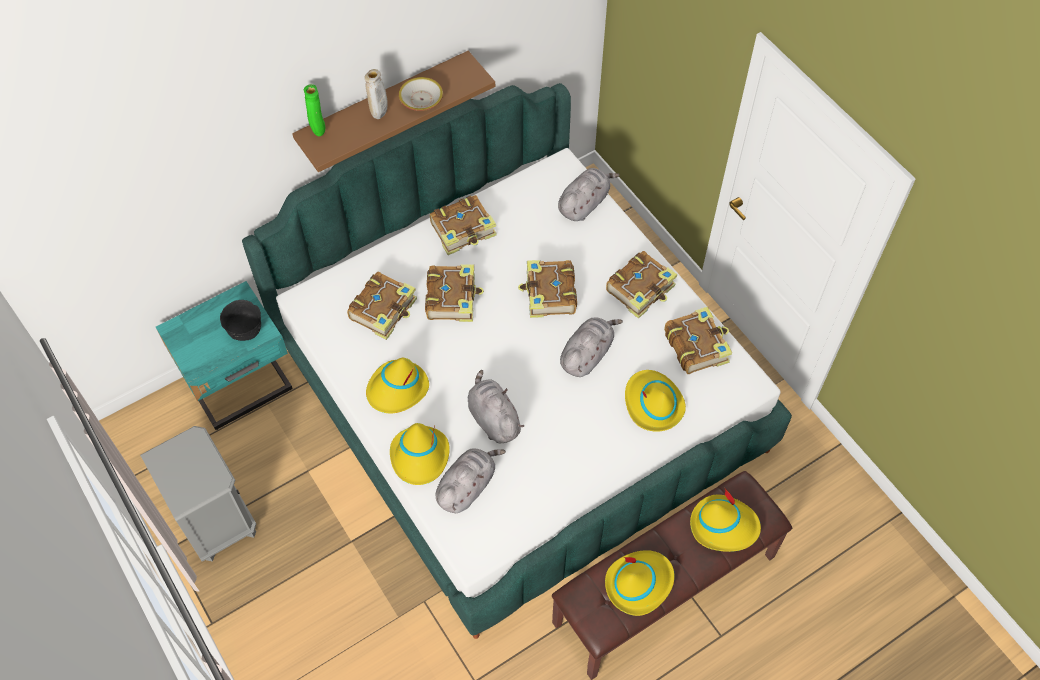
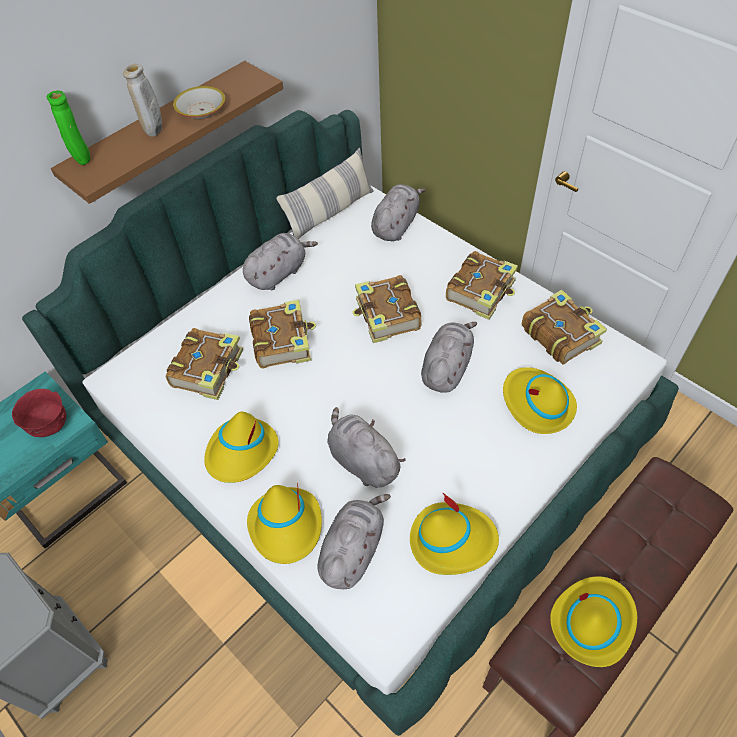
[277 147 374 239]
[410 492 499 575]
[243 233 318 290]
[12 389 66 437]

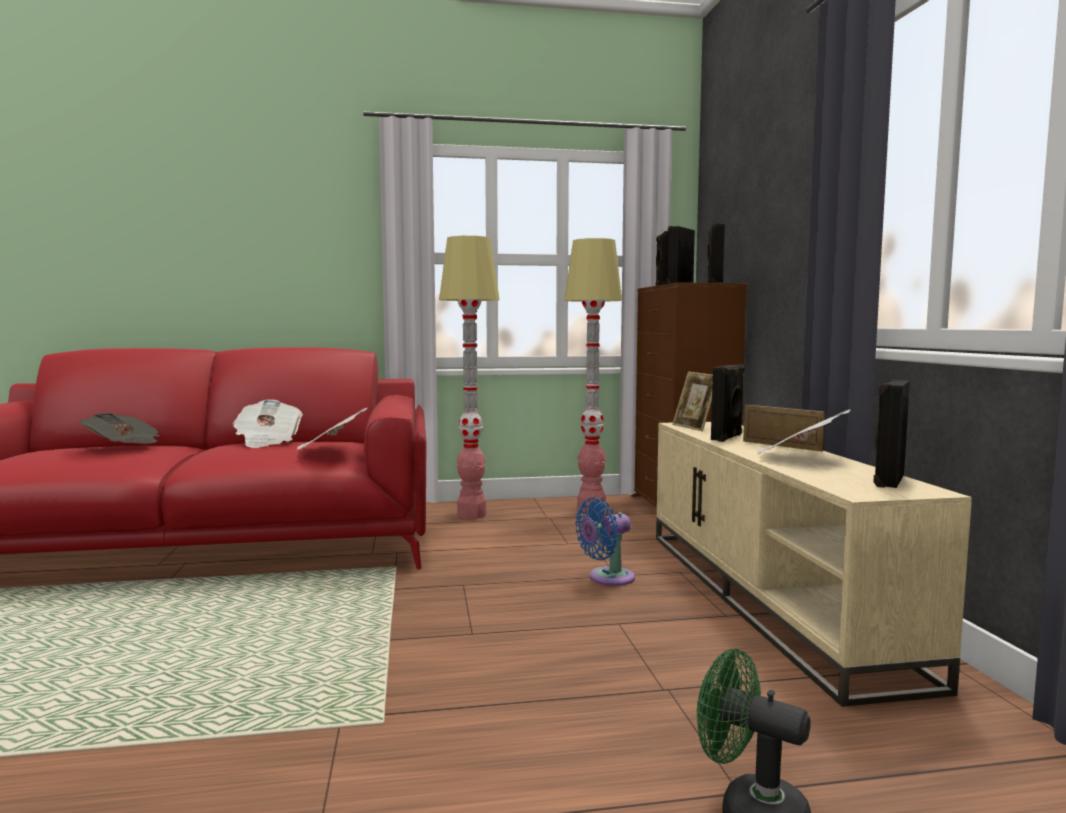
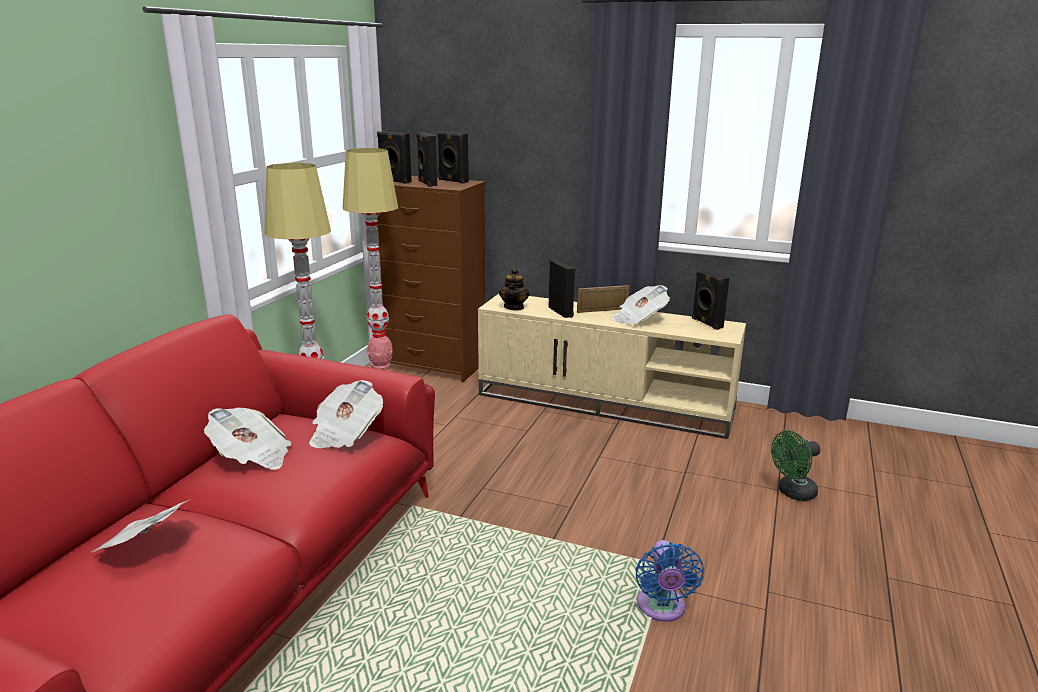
[635 540 704 622]
[499 268 530 311]

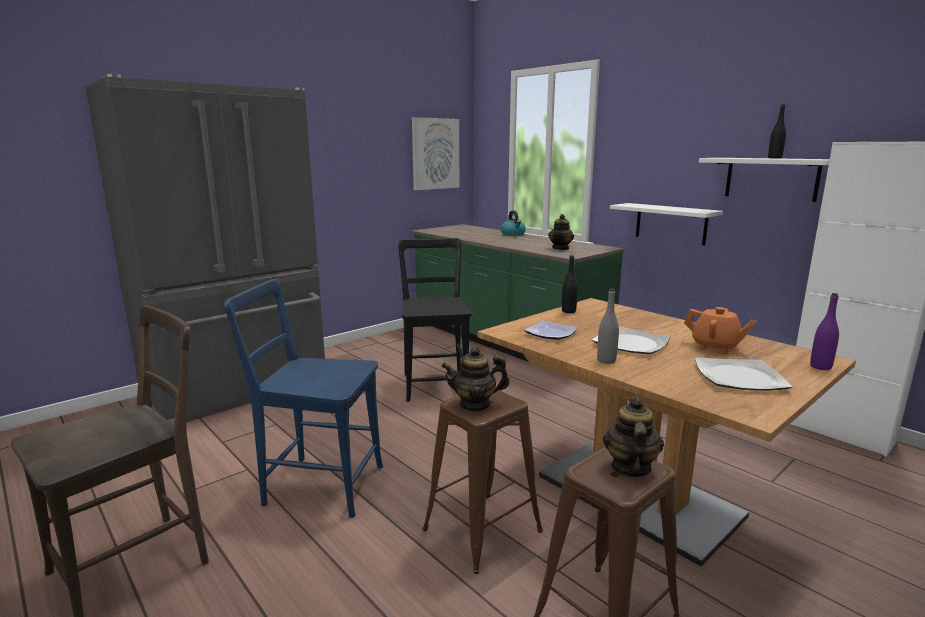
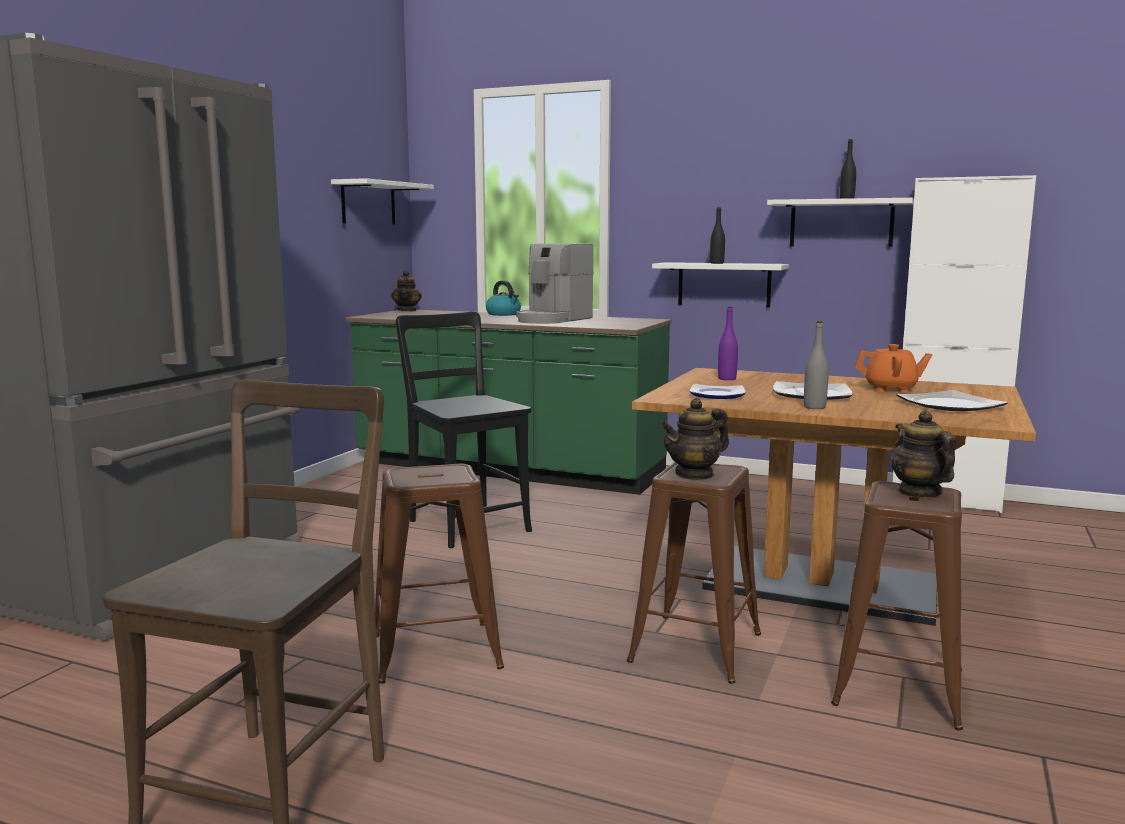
[516 243 593 324]
[391 270 422 311]
[710 207 725 264]
[718 307 738 380]
[375 464 504 683]
[331 178 434 224]

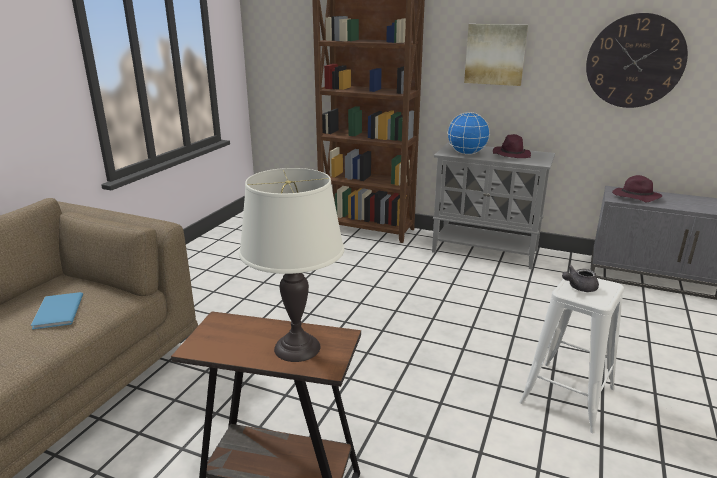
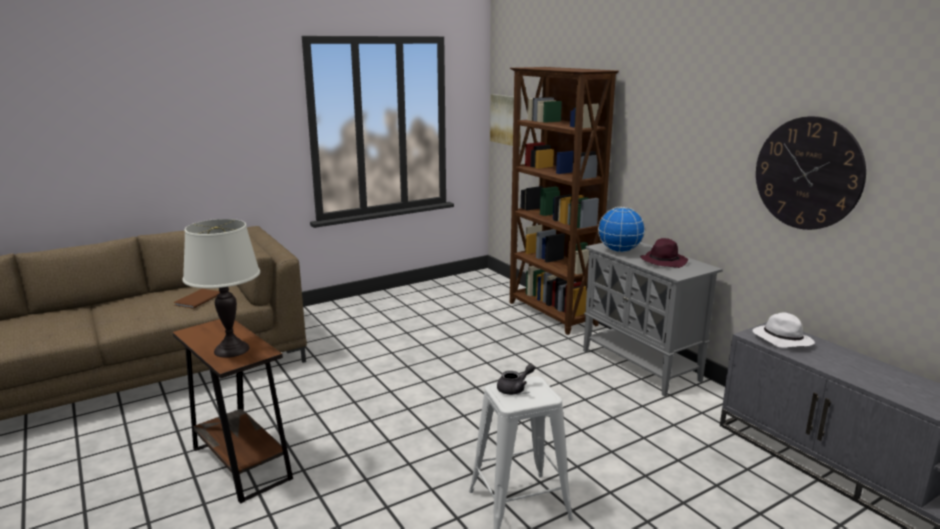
[490 94 522 147]
[174 289 220 309]
[752 312 815 348]
[497 364 535 395]

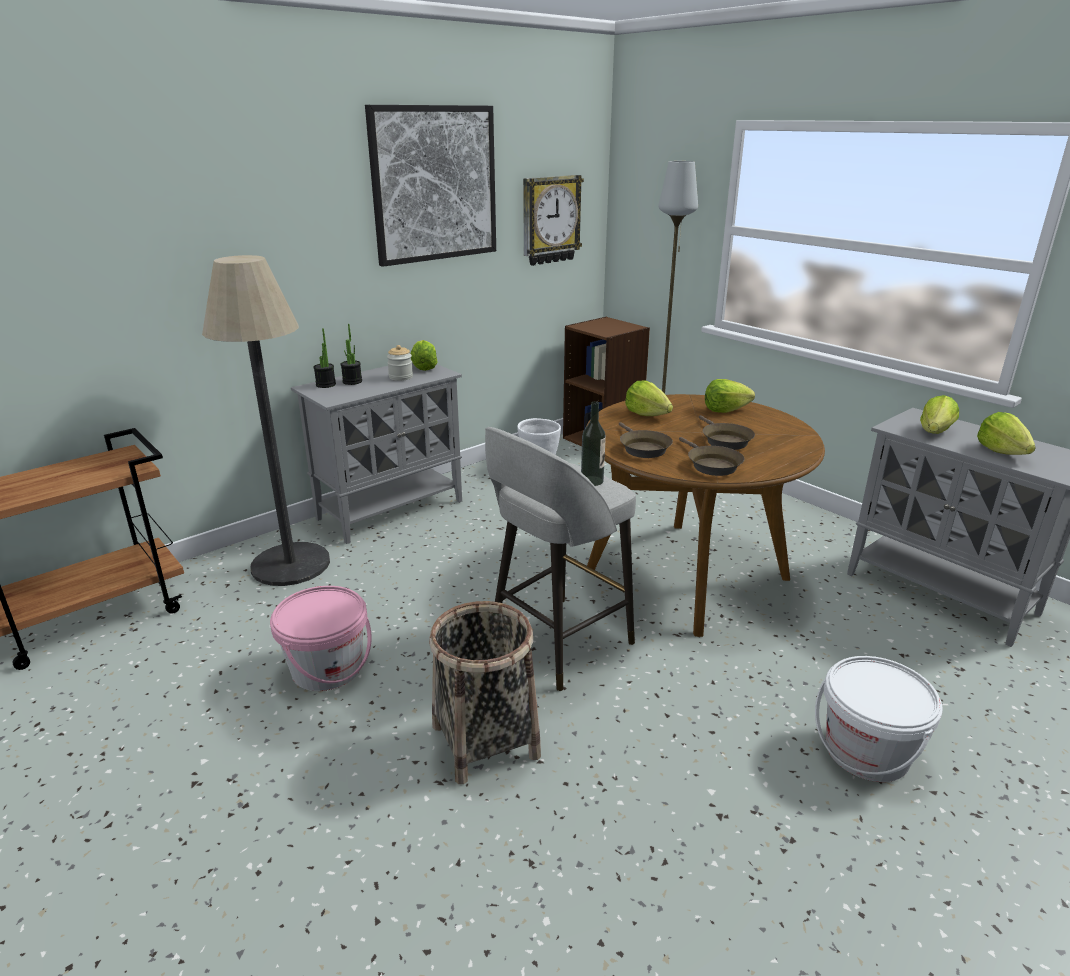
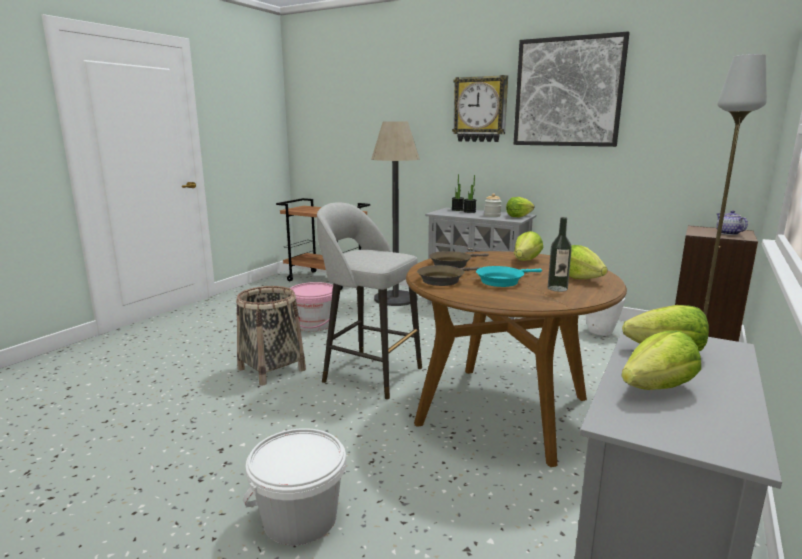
[717 210 748 235]
[452 75 508 142]
[548 217 572 292]
[476 266 542 287]

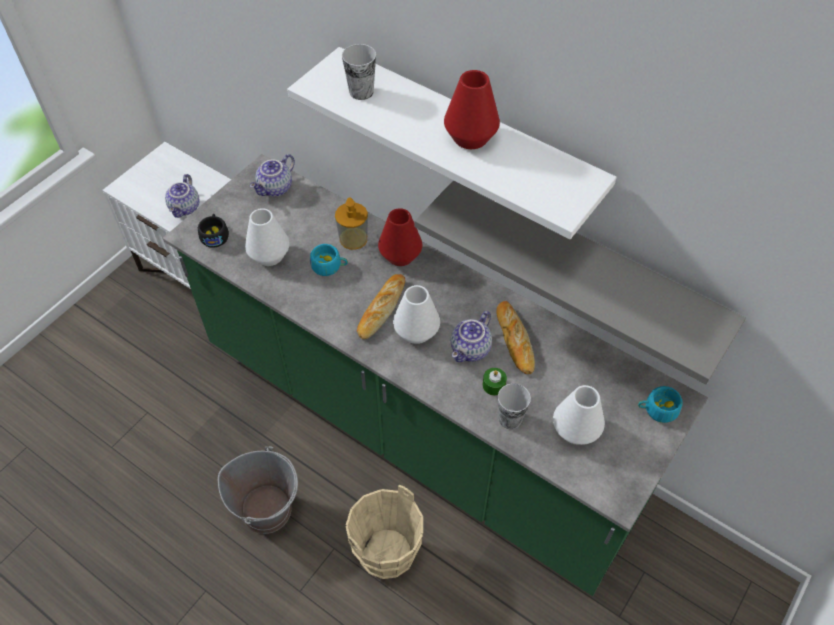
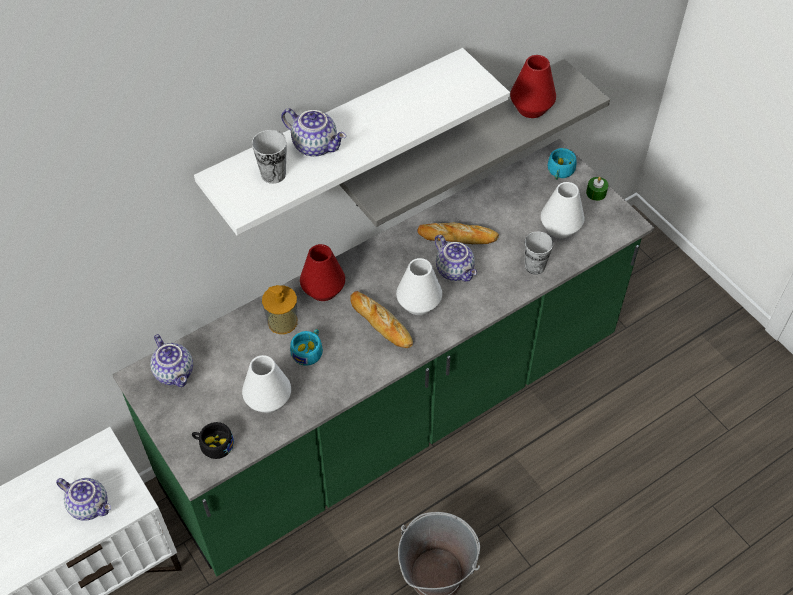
[346 485 423 579] (first image)
[281 108 346 157]
[510 55 556 118]
[586 177 608 201]

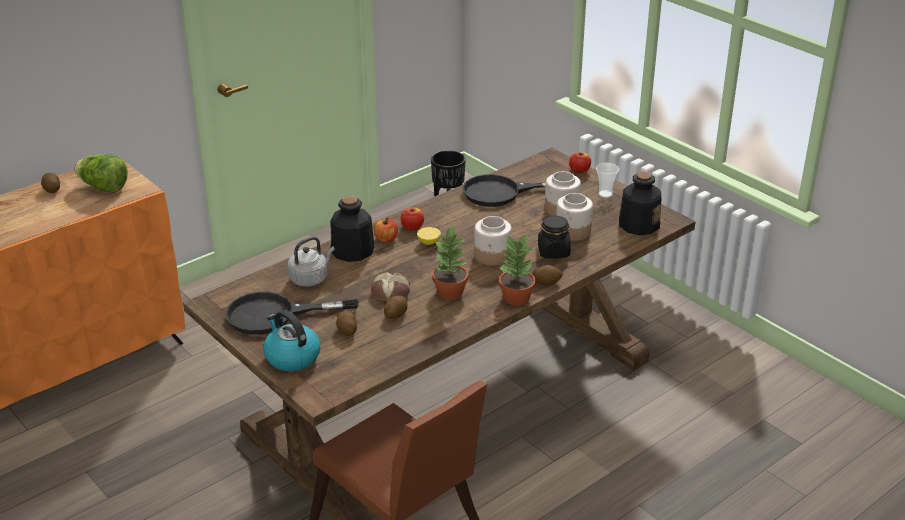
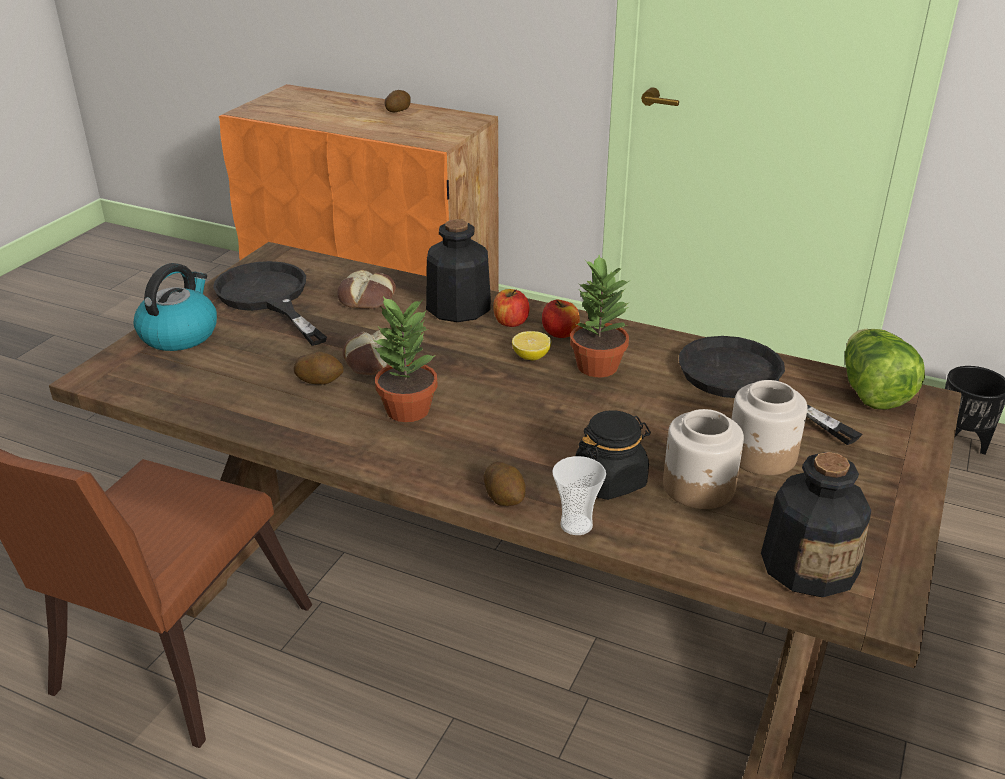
[336 311 357 336] (first image)
[474 216 512 266] (first image)
[569 152 591 173] (first image)
[845 329 925 410]
[570 255 631 377]
[552 456 606 535]
[337 269 396 309]

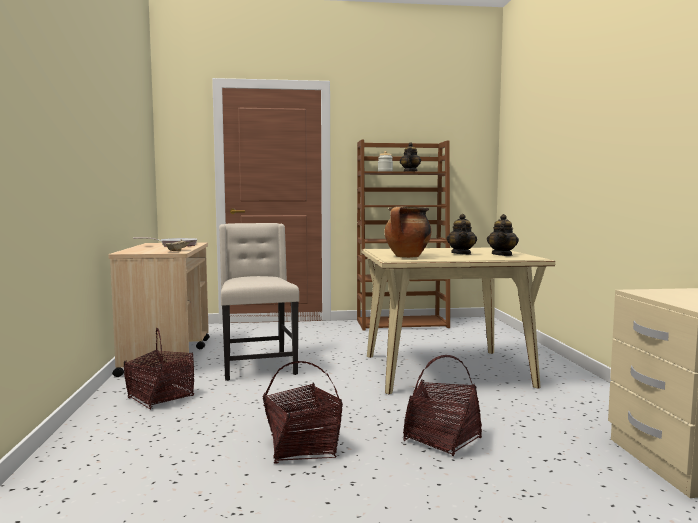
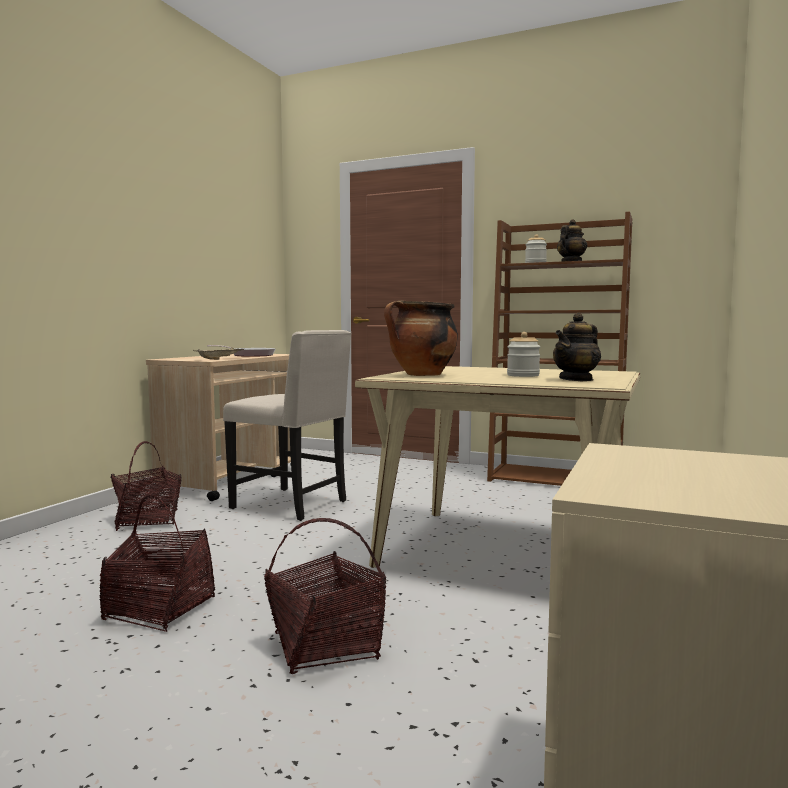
[507 332 540 377]
[223 330 351 521]

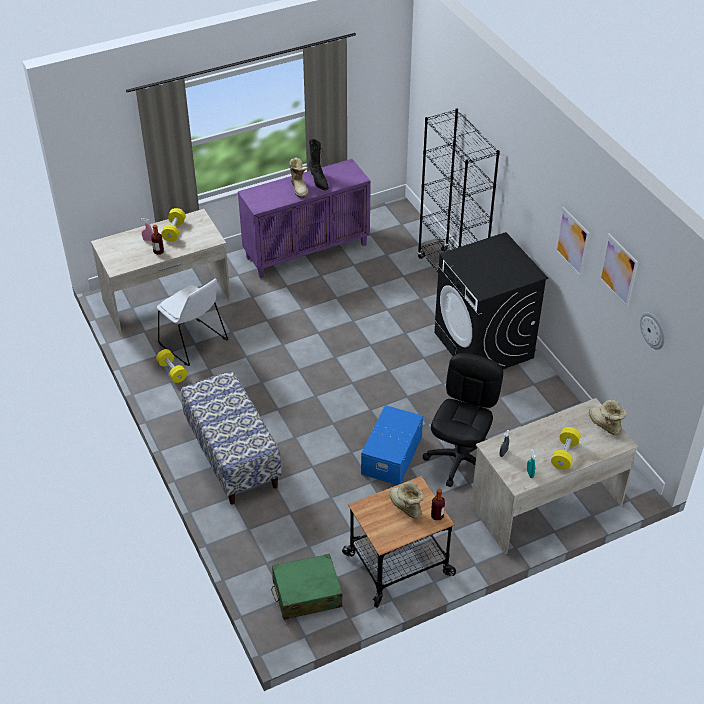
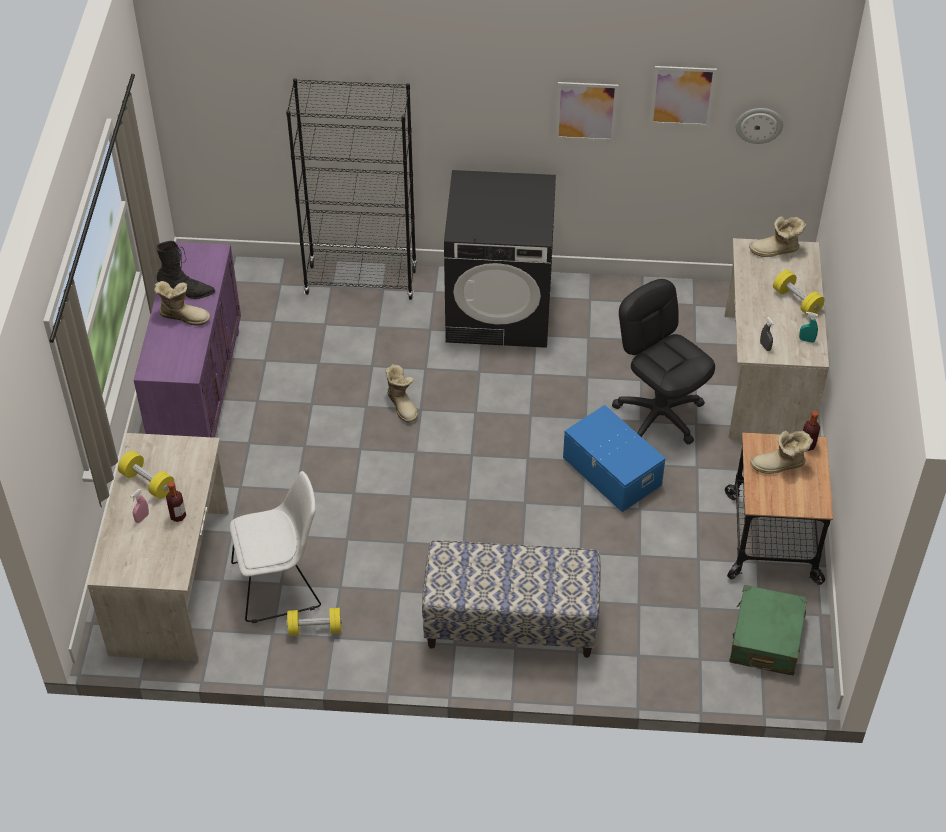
[385 364 418 423]

